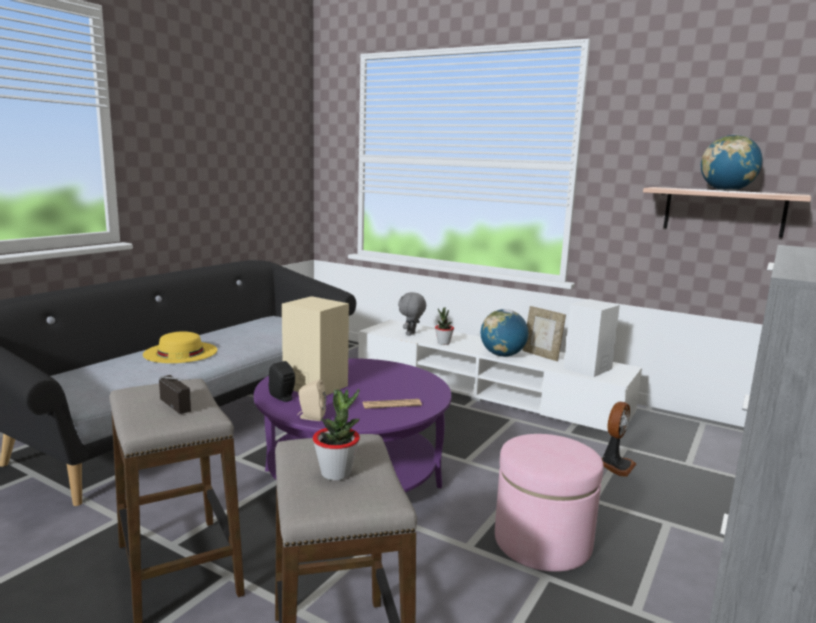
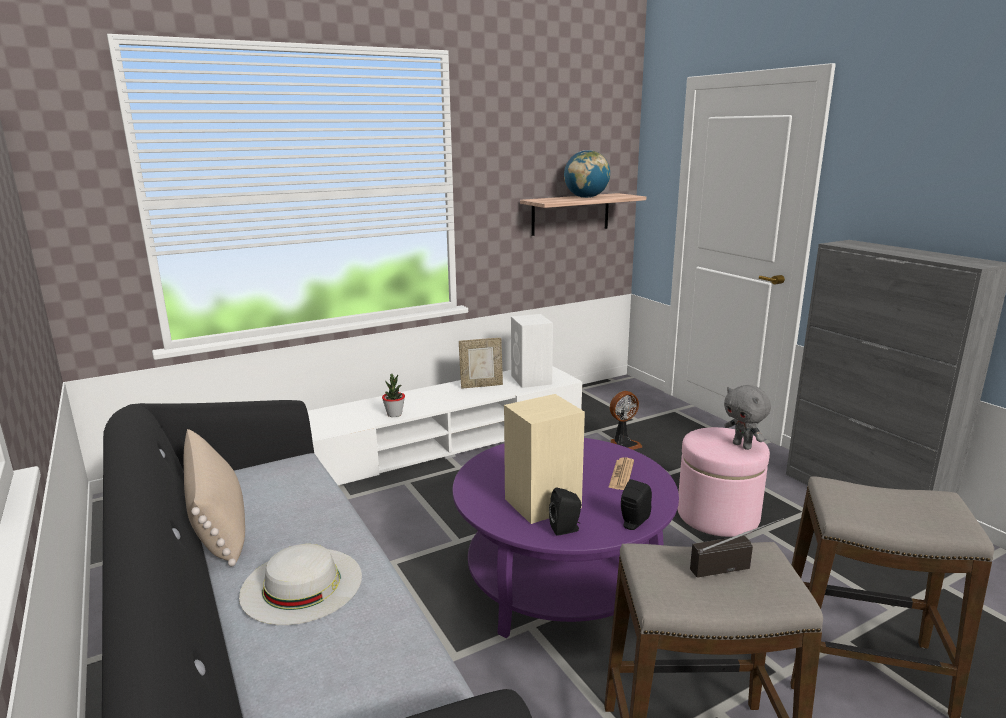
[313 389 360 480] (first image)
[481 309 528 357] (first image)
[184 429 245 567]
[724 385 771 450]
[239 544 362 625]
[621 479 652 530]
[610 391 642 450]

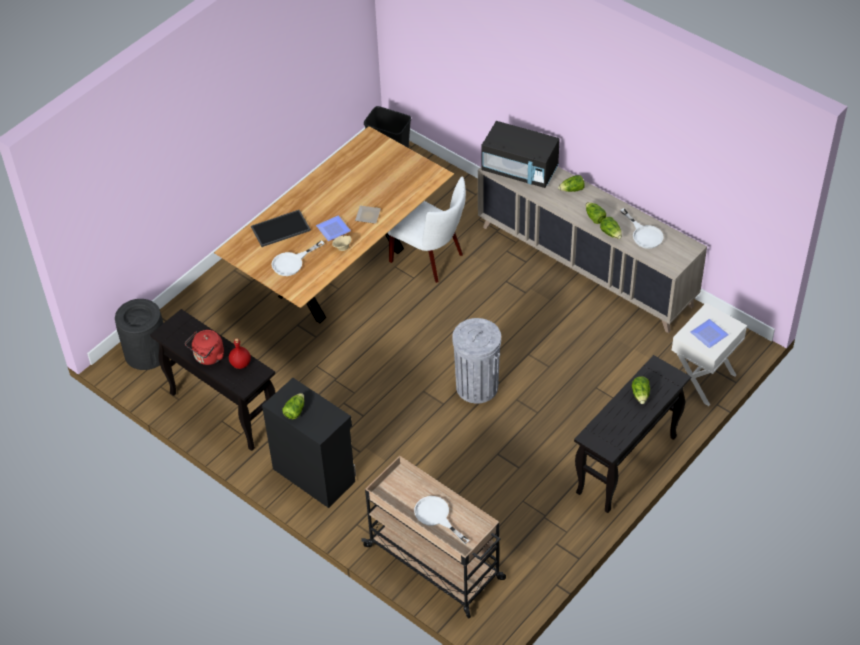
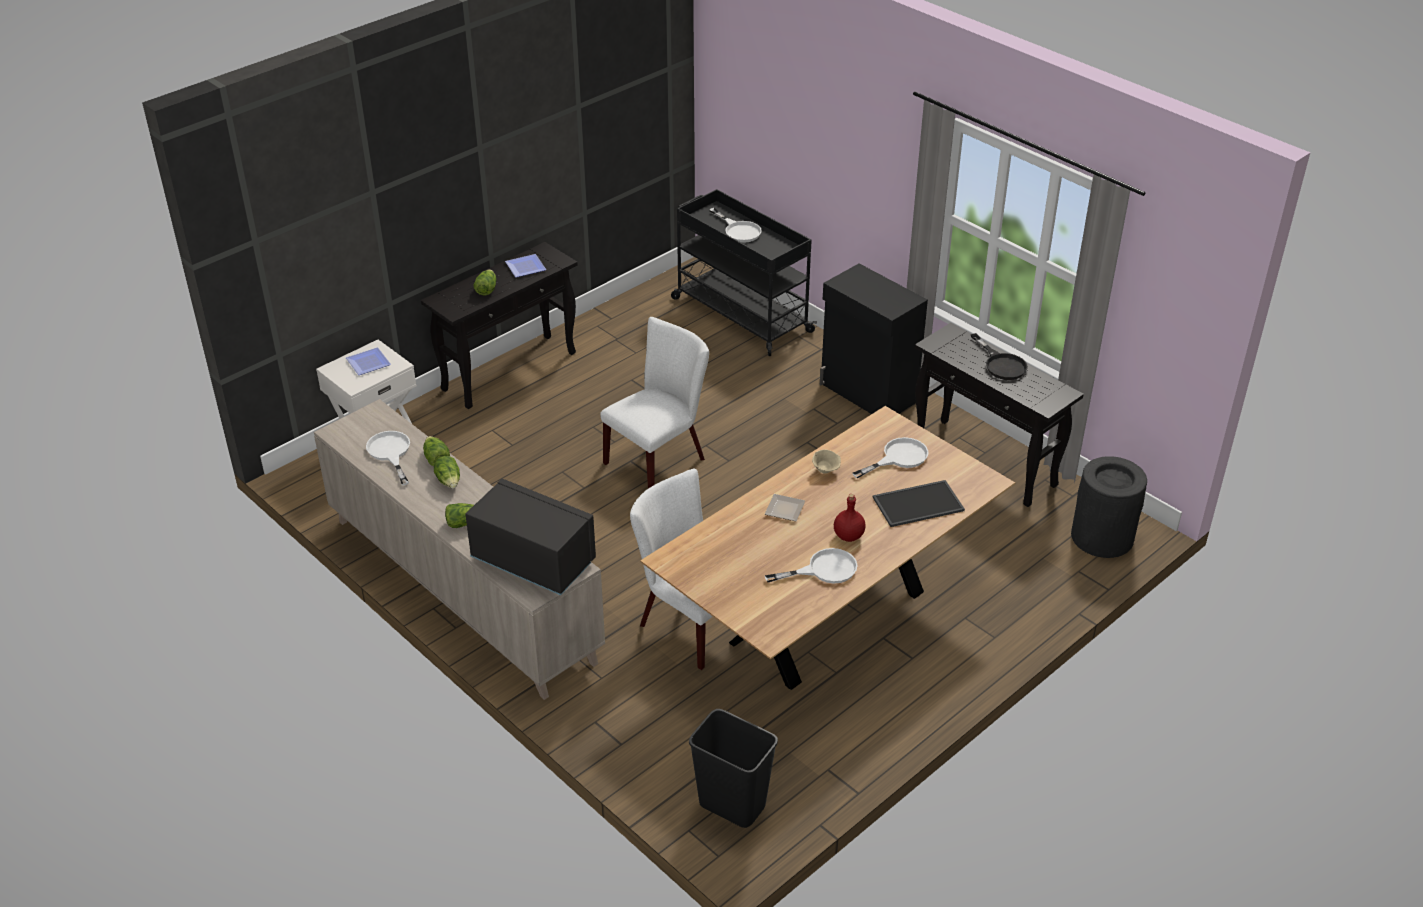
[282 393 305 419] (first image)
[765 548 858 584]
[834 494 866 542]
[505 254 546 277]
[971 333 1028 380]
[600 317 709 488]
[671 189 817 356]

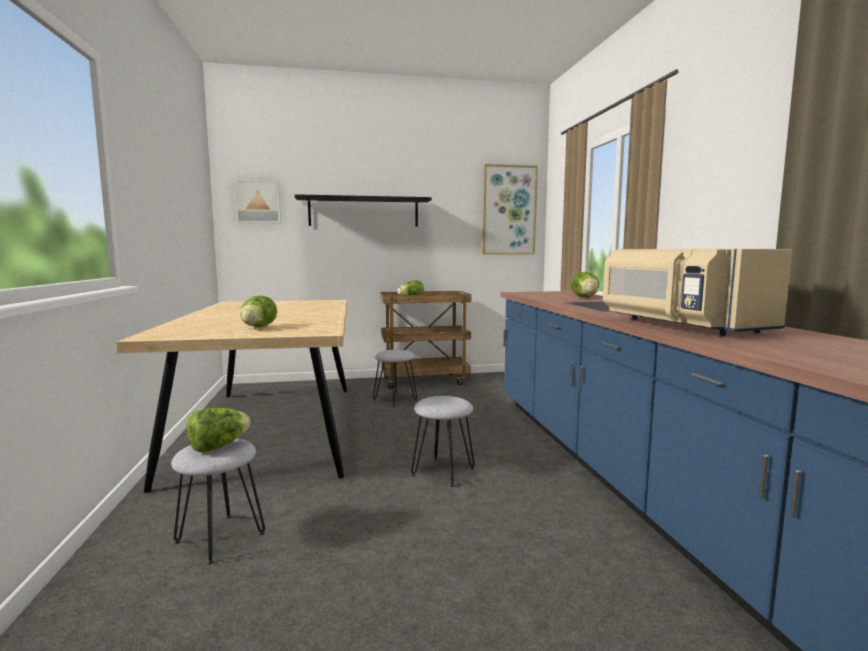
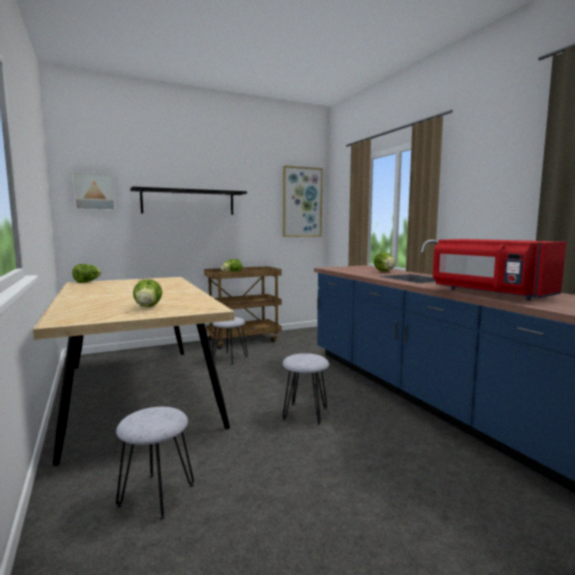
[72 264 101 283]
[433 239 566 300]

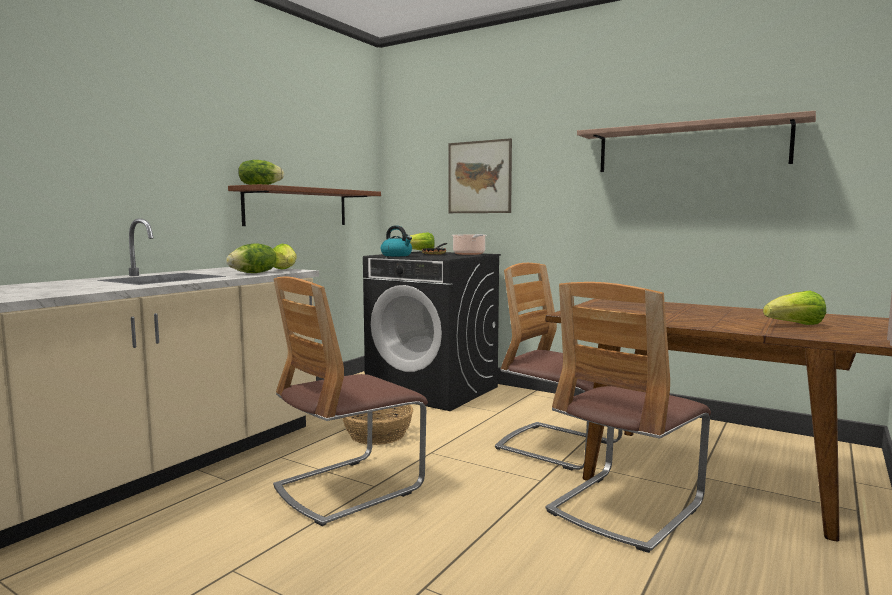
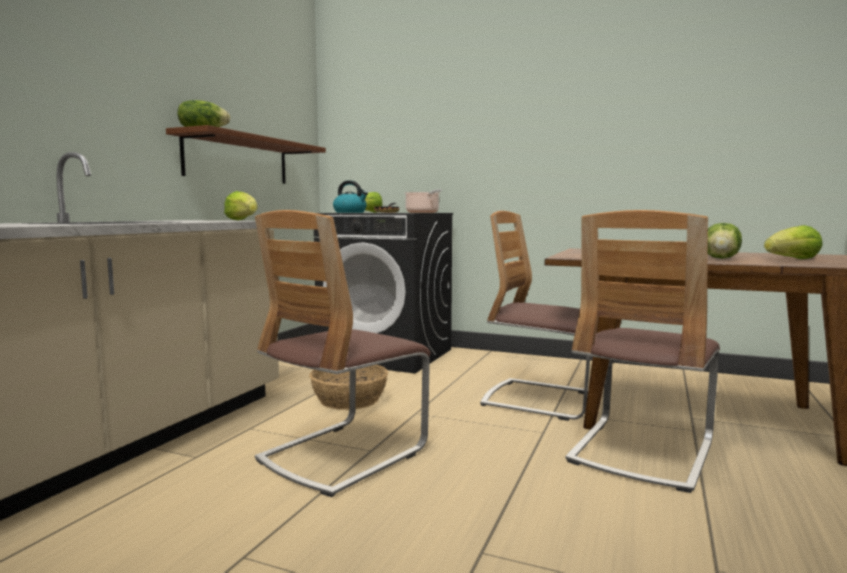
[449 138 512 213] (first image)
[577 111 816 172] (first image)
[708 223 742 259]

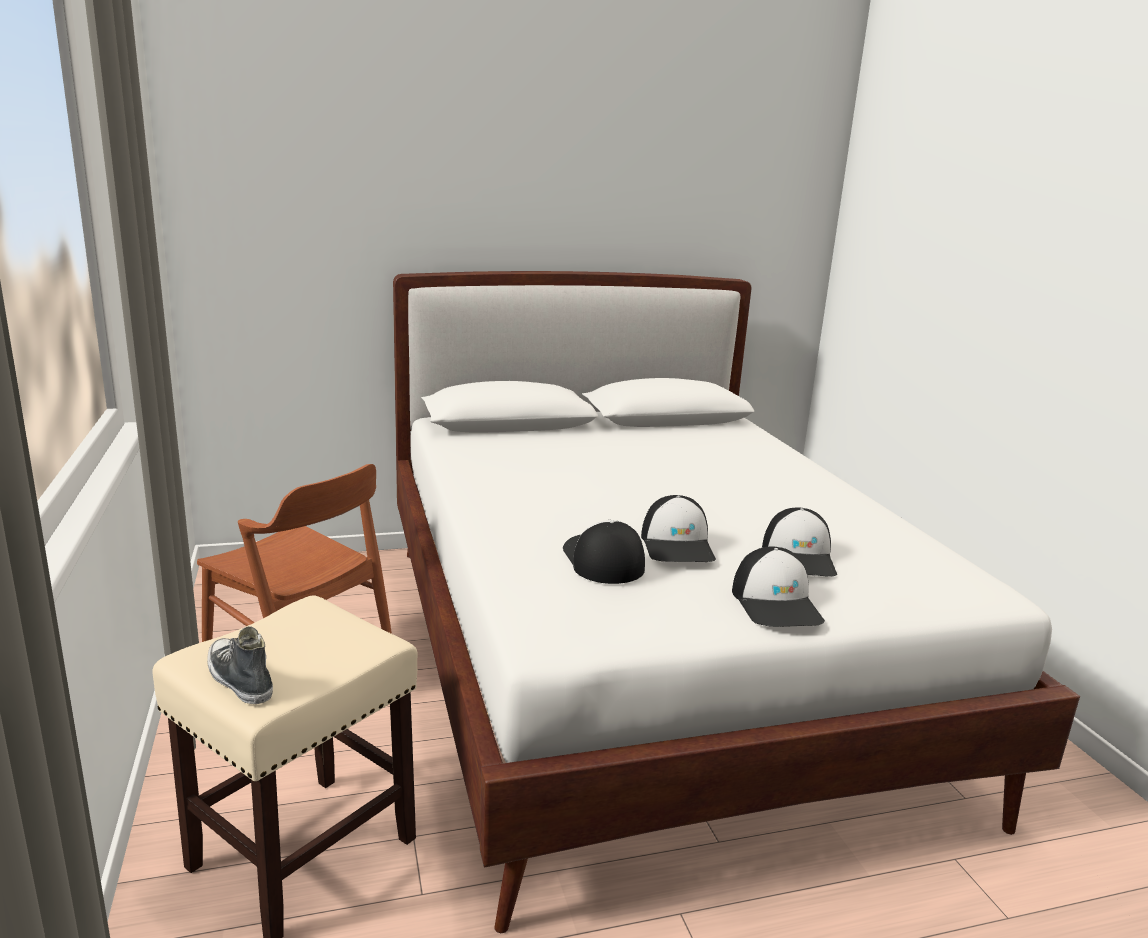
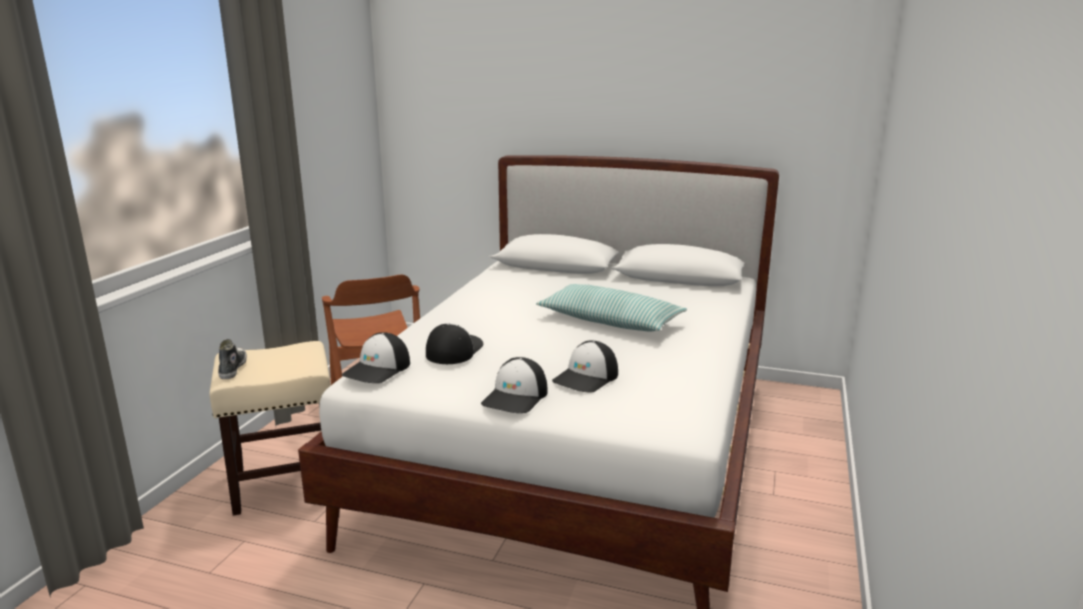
[536 284 687 332]
[342 332 410 383]

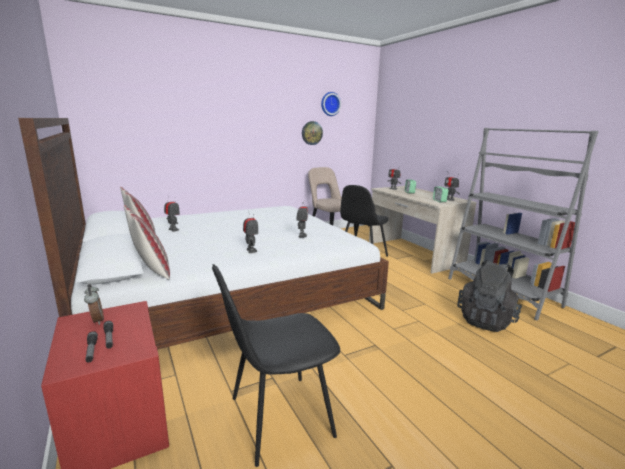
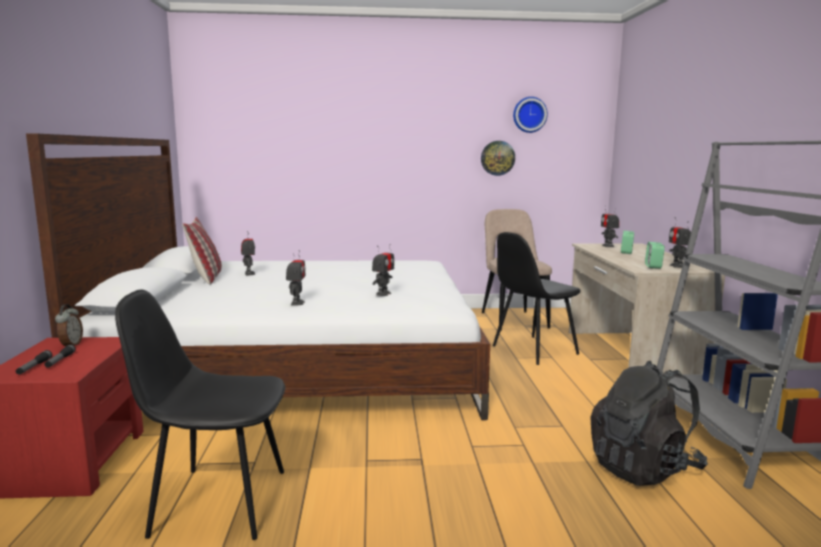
[124 205 170 279] (first image)

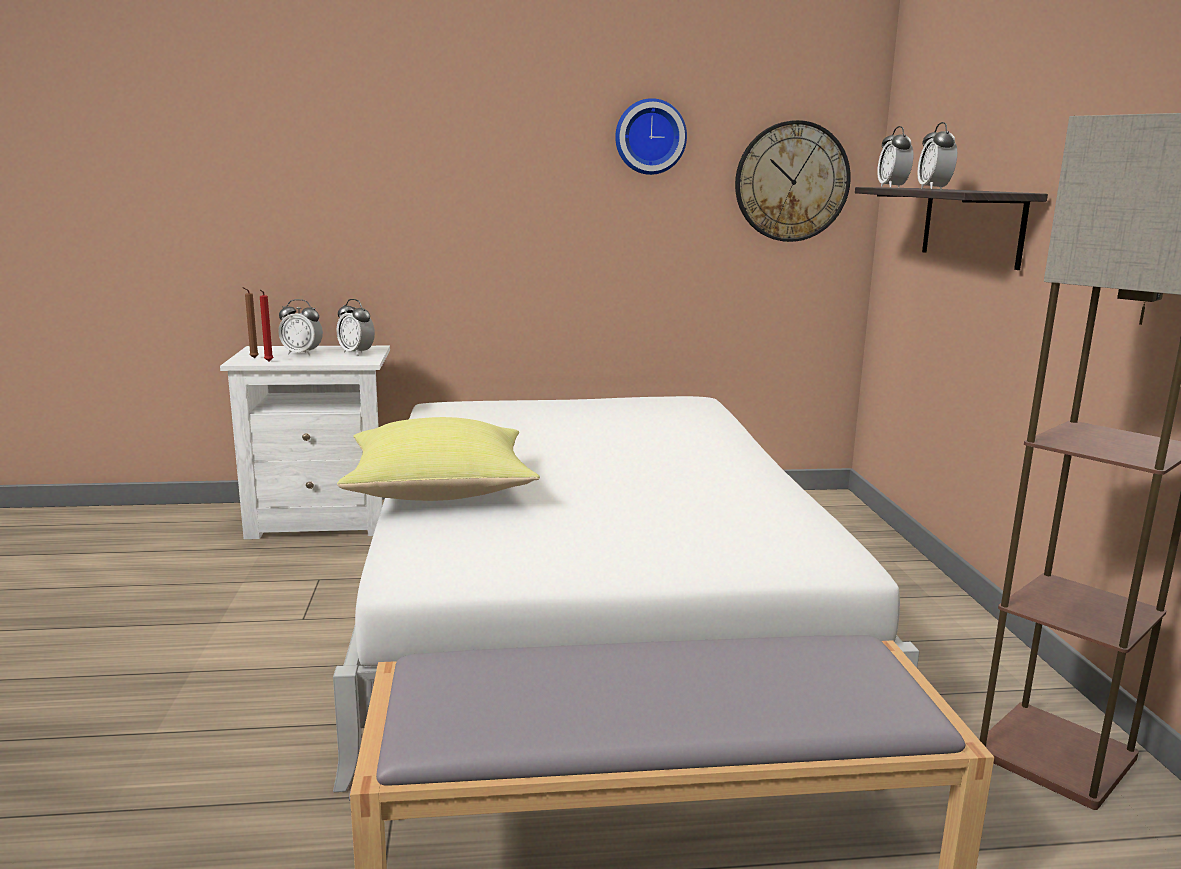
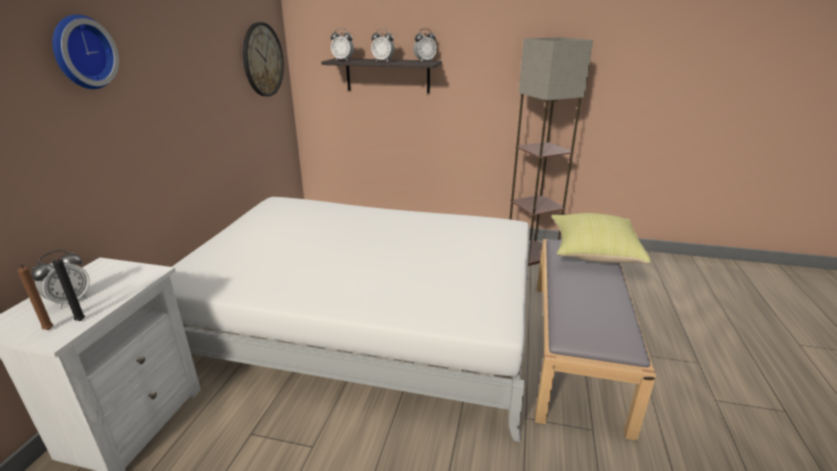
[413 28 437 62]
[551 213 650 264]
[52 15 119 89]
[53 256 85 321]

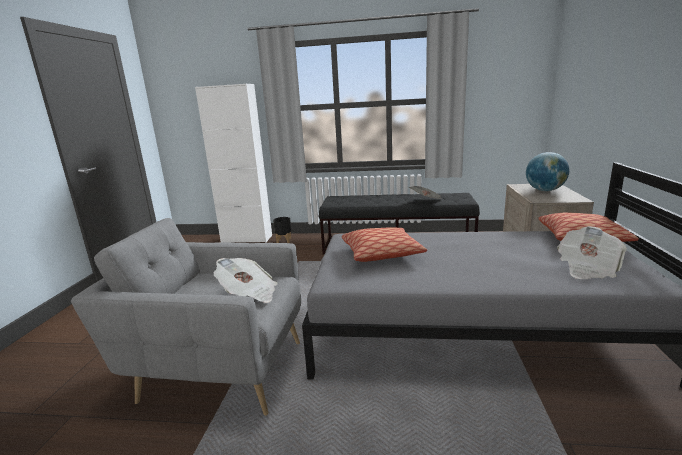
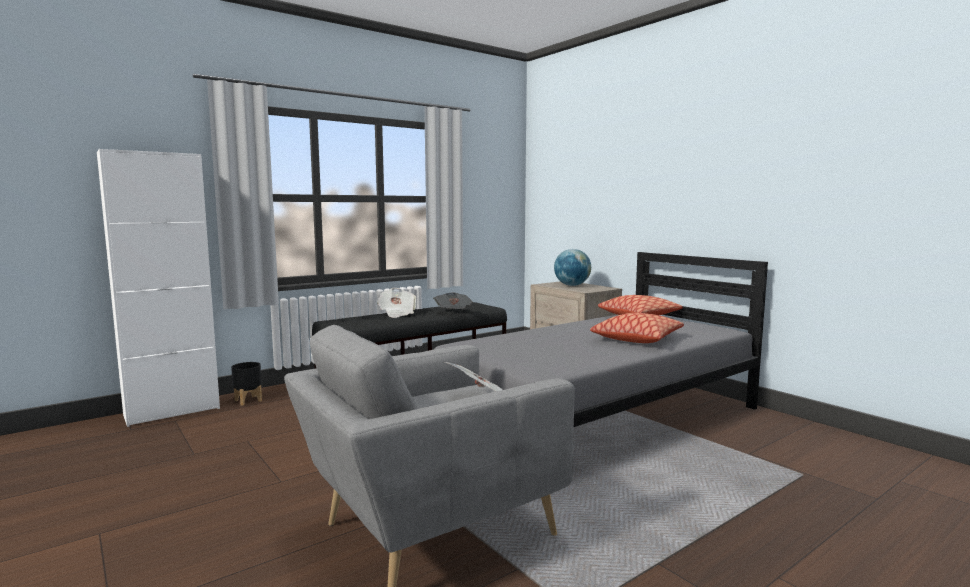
[590 313 684 343]
[377 288 416 318]

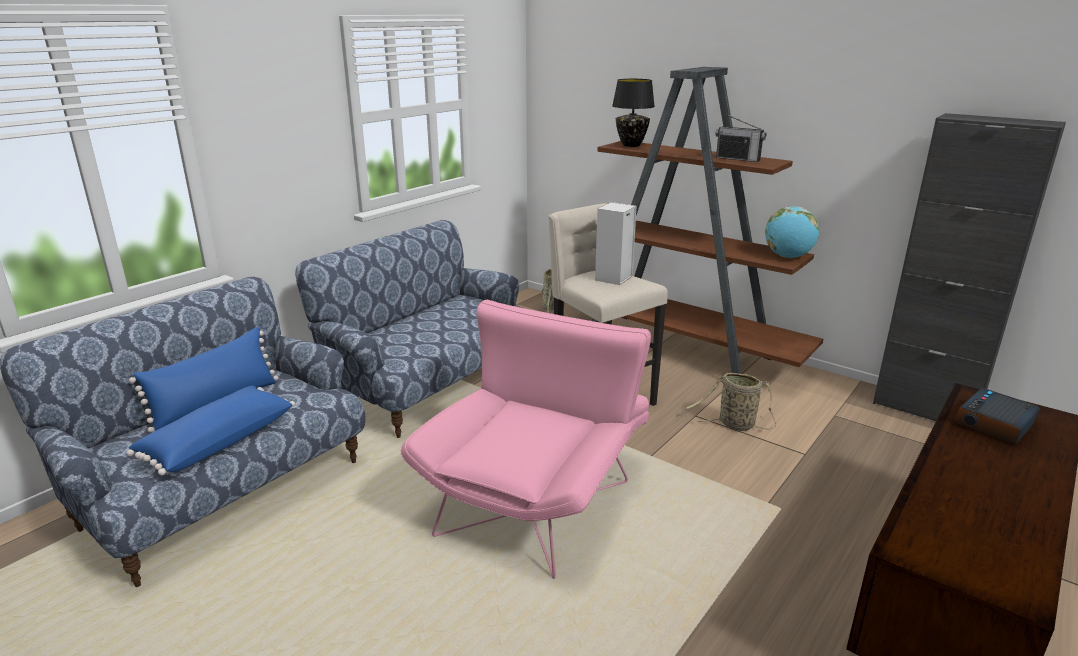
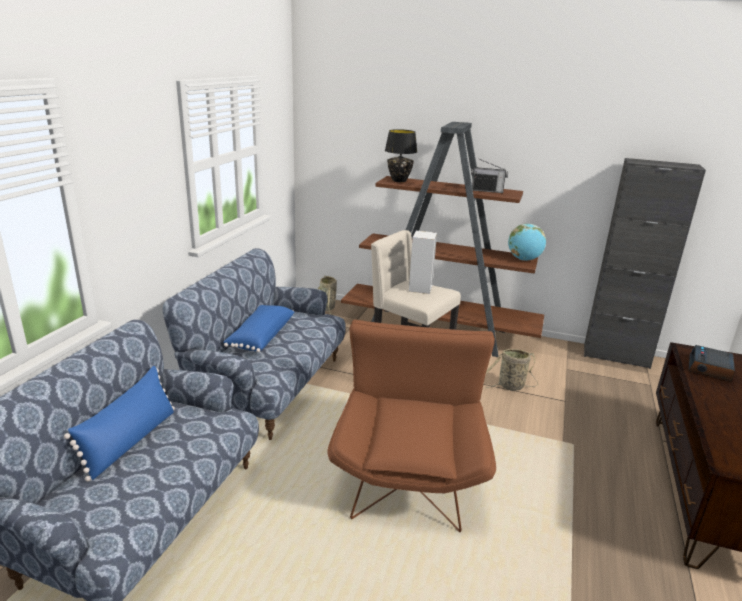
[223 305 294 352]
[327 319 496 532]

